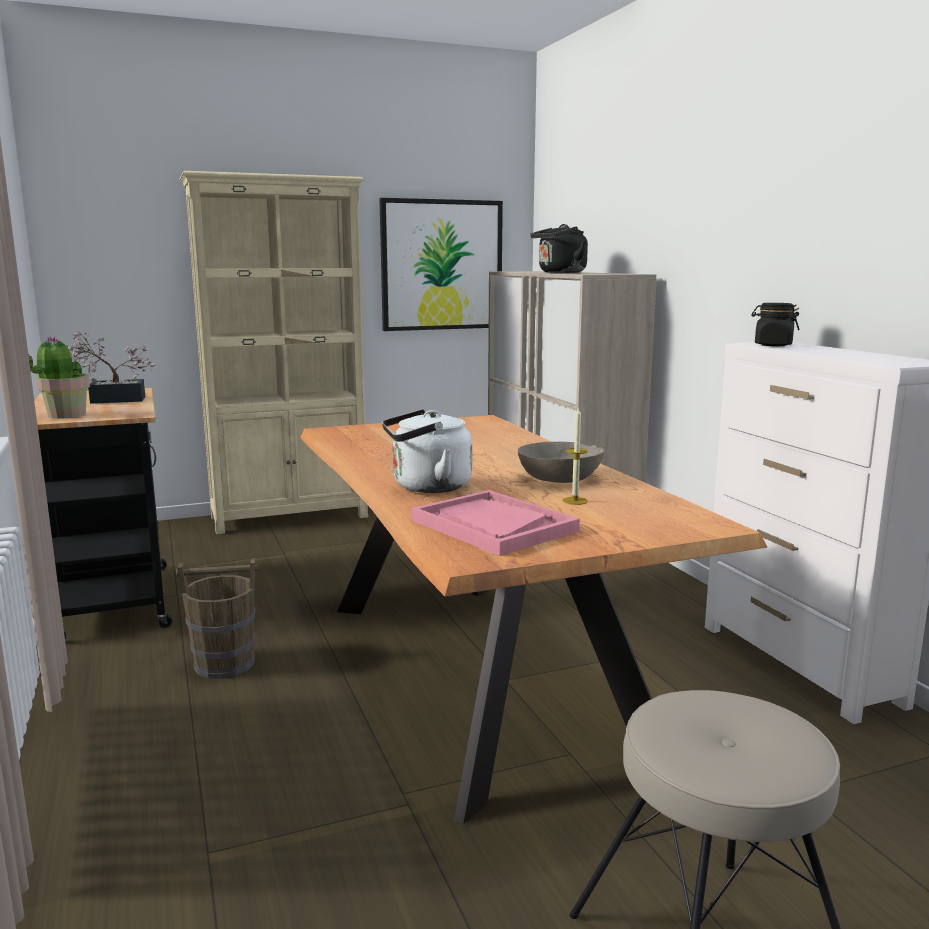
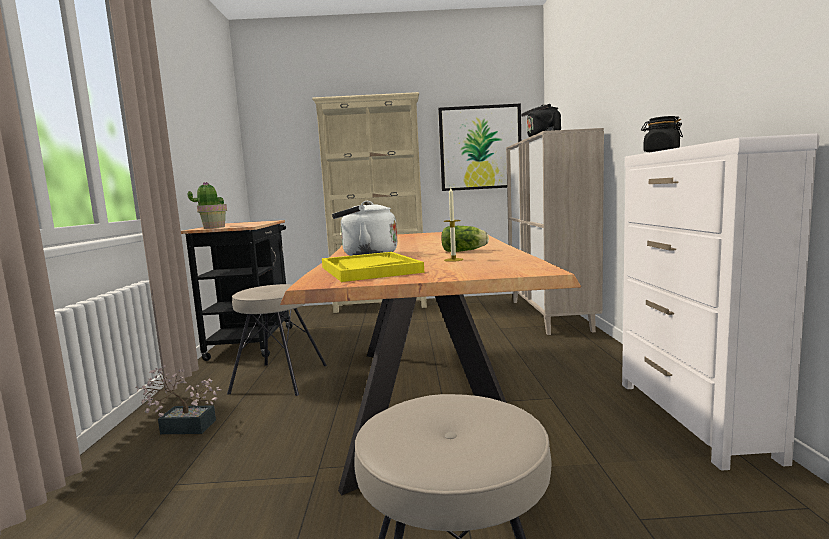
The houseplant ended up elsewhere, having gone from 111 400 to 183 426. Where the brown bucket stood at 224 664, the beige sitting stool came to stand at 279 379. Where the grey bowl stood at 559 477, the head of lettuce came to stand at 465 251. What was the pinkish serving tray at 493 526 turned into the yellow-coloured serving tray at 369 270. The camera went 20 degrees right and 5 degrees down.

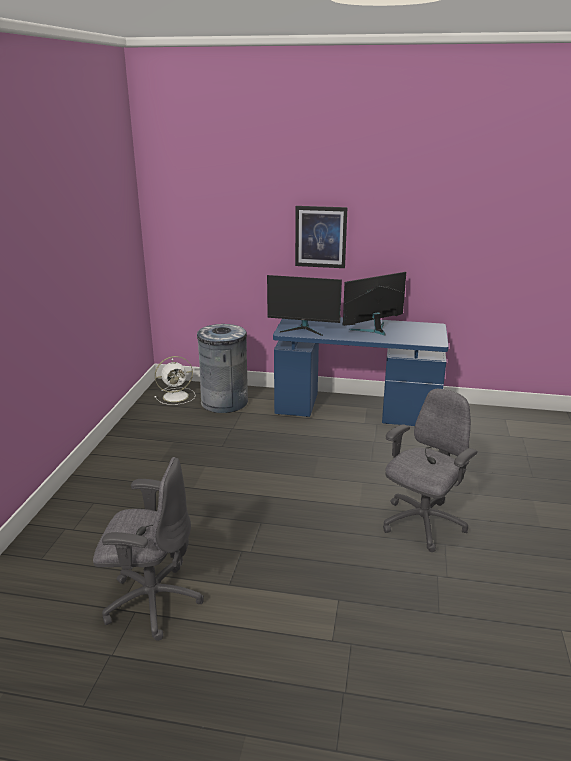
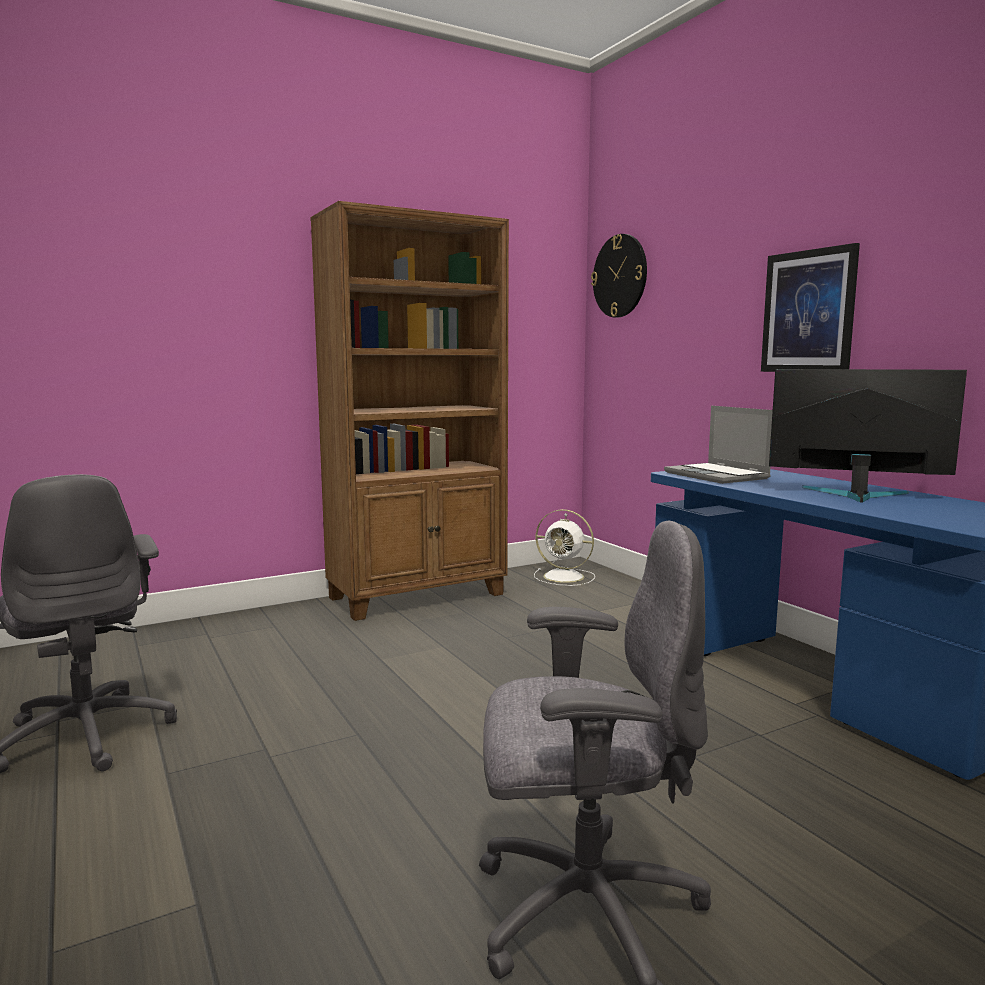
The second view lost the grey trash can at 224 402. The second view gained the brown bookshelf at 418 596. The second view gained the wall clock at 620 276. Where the monitor stood at 303 329, the laptop came to stand at 718 475. The camera went 50 degrees right and 15 degrees down.

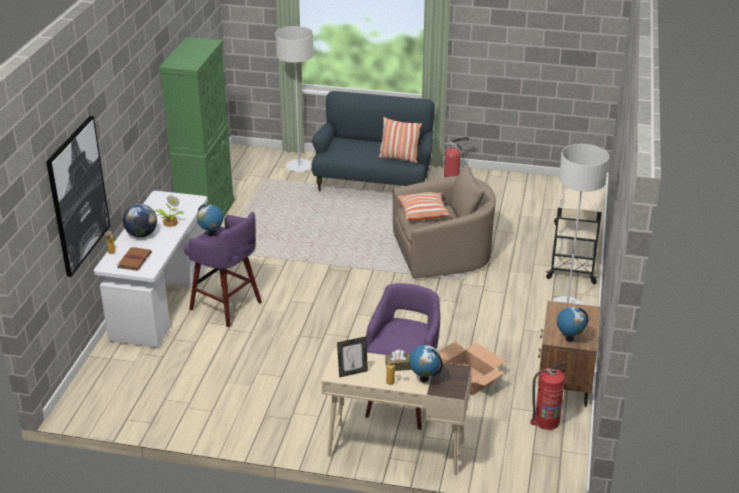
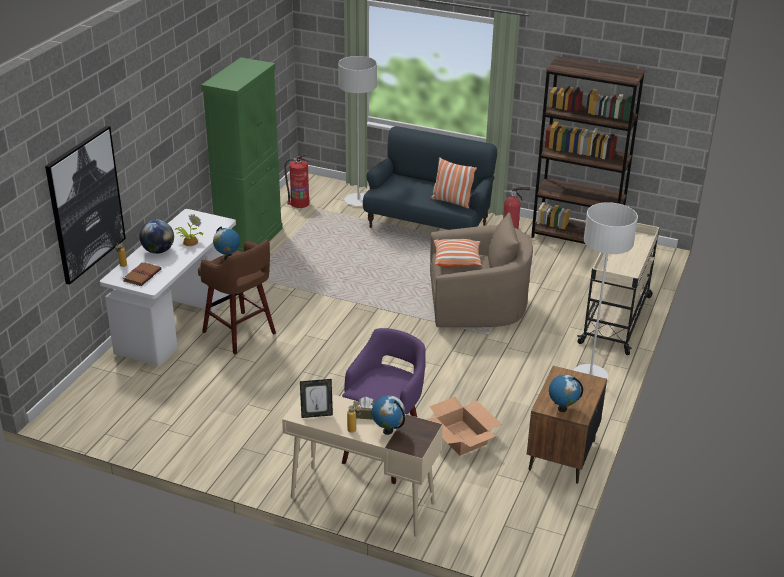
The second view gained the brown bookshelf at 576 237. The extinguisher ended up elsewhere, having gone from 546 421 to 299 203. What was the purplish sitting stool at 227 307 turned into the brown sitting stool at 240 334. The camera went 10 degrees right and 0 degrees up.

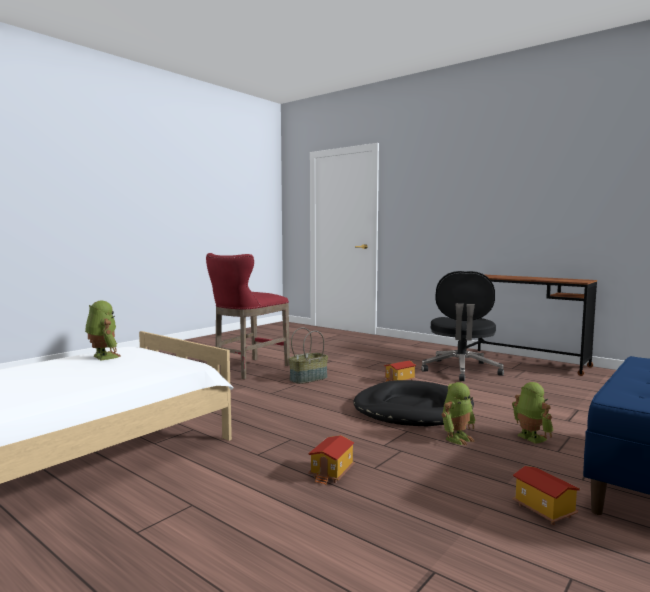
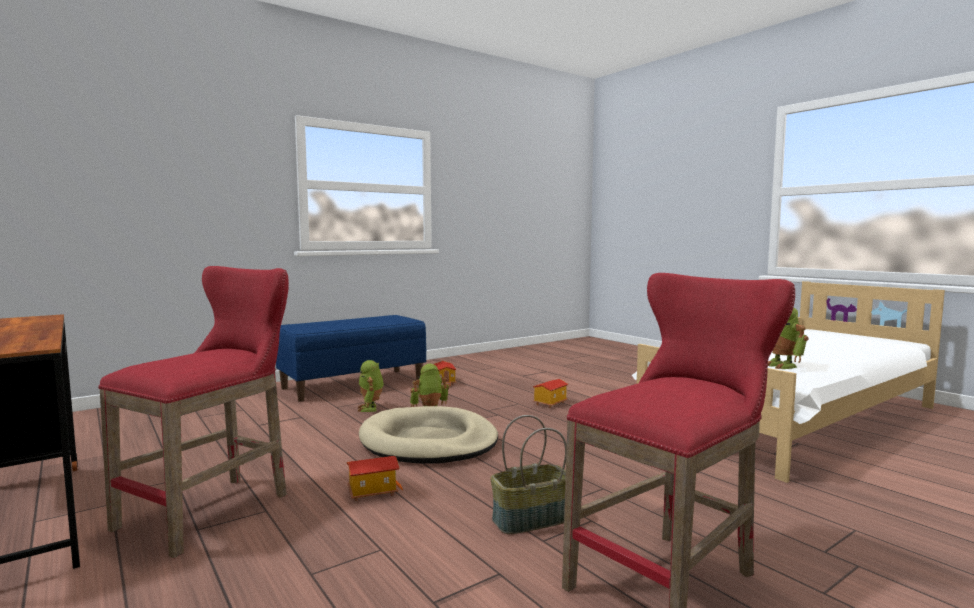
Where the black-coloured computer chair stood at 461 370, the reddish sitting stool came to stand at 215 509. What was the black-coloured dog cushion at 412 409 turned into the beige dog cushion at 428 442. The camera went 165 degrees left and 0 degrees up.

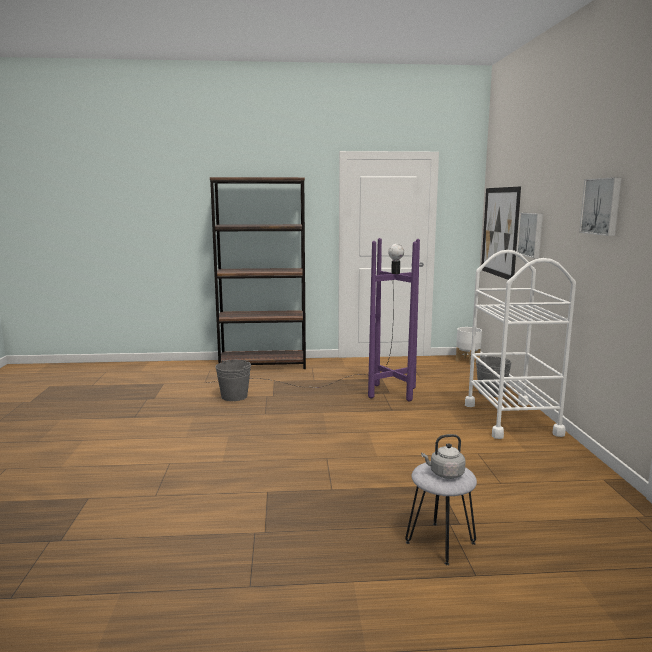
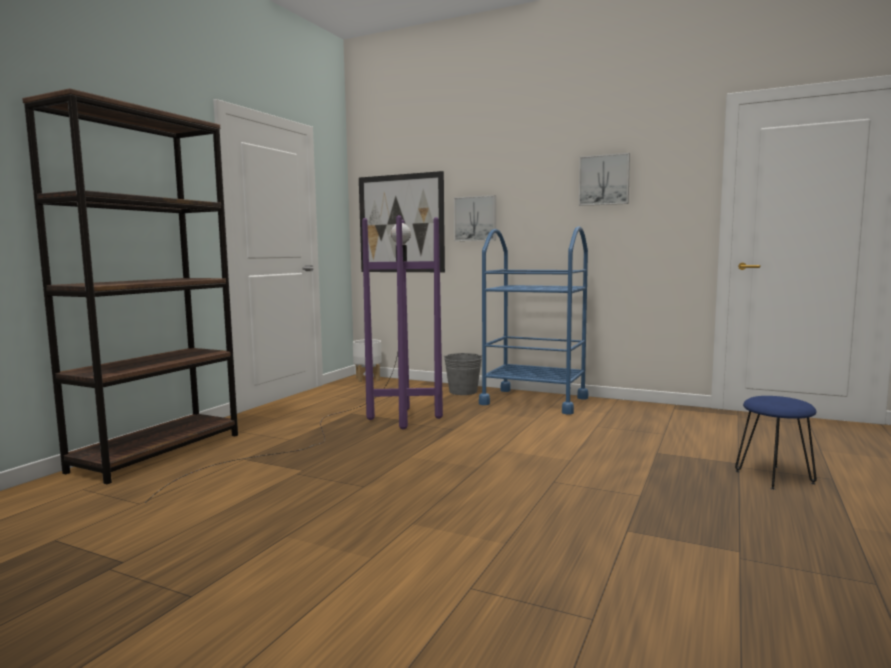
The second view lost the grey bucket at 234 396. The second view lost the grey tea kettle at 445 474. What was the grey sitting stool at 440 543 turned into the blue-coloured sitting stool at 774 477. What was the whitish wheeled cart at 511 419 turned into the blue-coloured wheeled cart at 534 401. The camera went 60 degrees left and 5 degrees down.

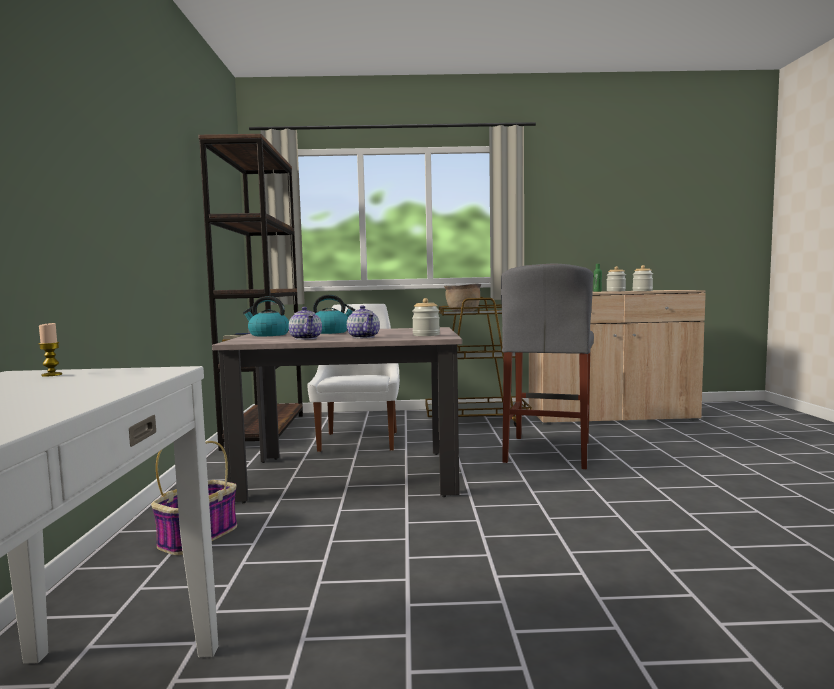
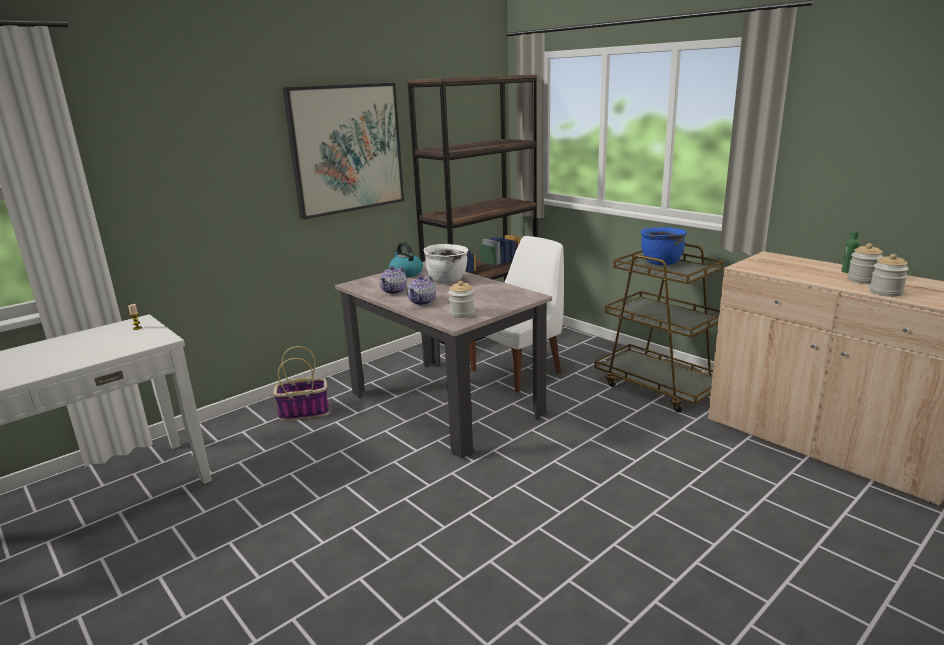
The second view lost the grey sitting stool at 548 451. The second view gained the wall art at 346 149. Where the tea kettle stood at 331 332, the whitish saucepot came to stand at 447 280. What was the brown saucepot at 463 311 turned into the blue-coloured saucepot at 660 262. The camera went 50 degrees right and 15 degrees up.

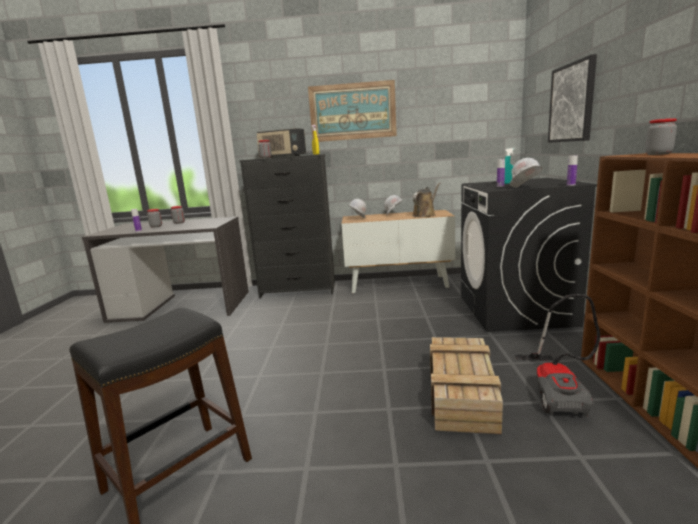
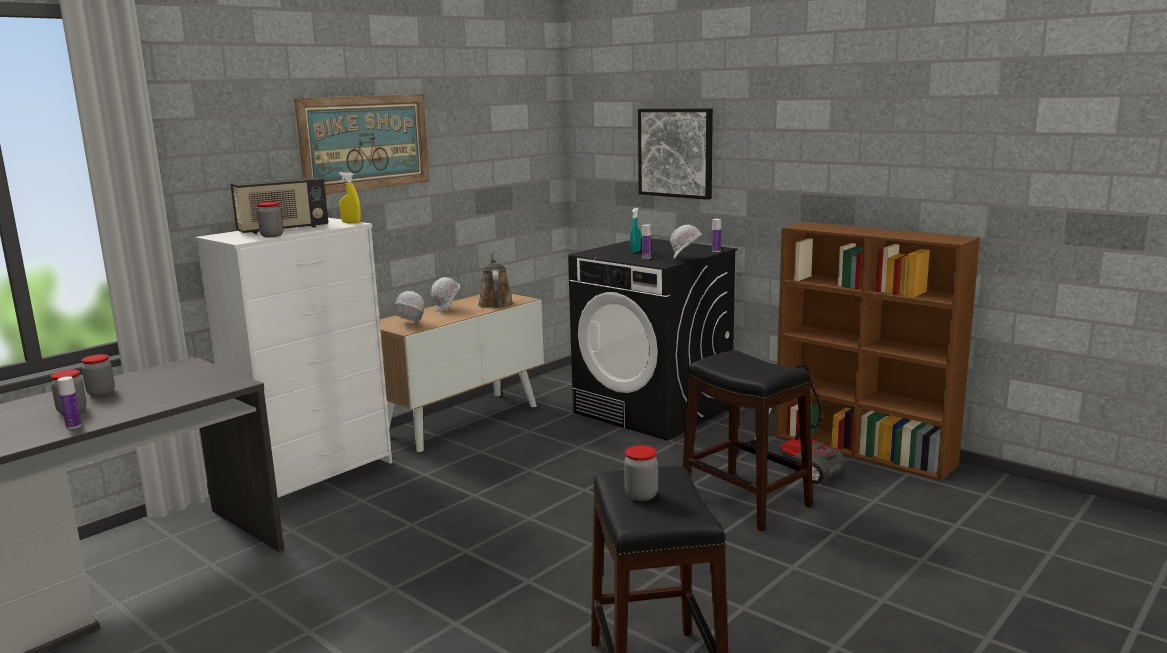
The storage jar ended up elsewhere, having gone from 658 154 to 641 495. Where the crate stood at 462 394, the black-coloured sitting stool came to stand at 745 500. What was the black-coloured drawer chest at 299 289 turned into the whitish drawer chest at 315 475. The camera went 50 degrees left and 0 degrees up.

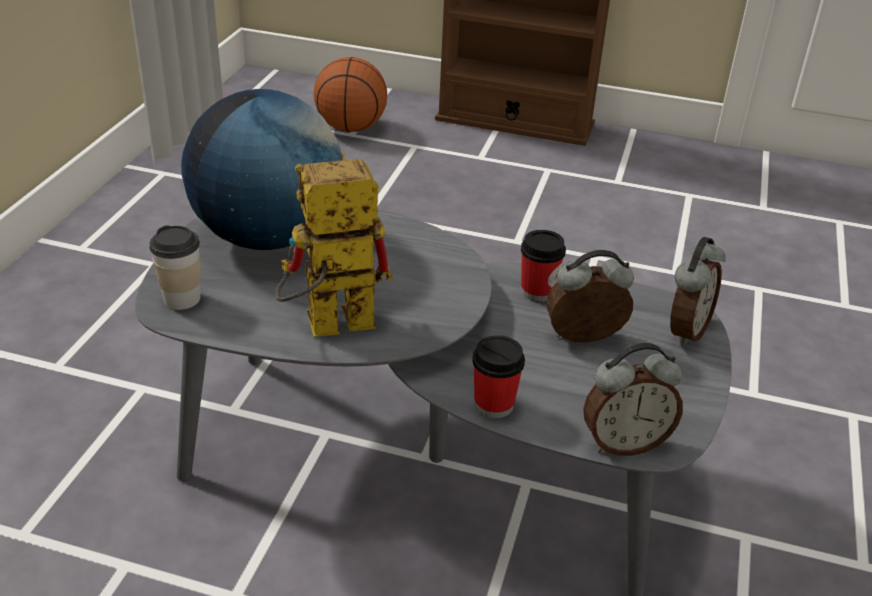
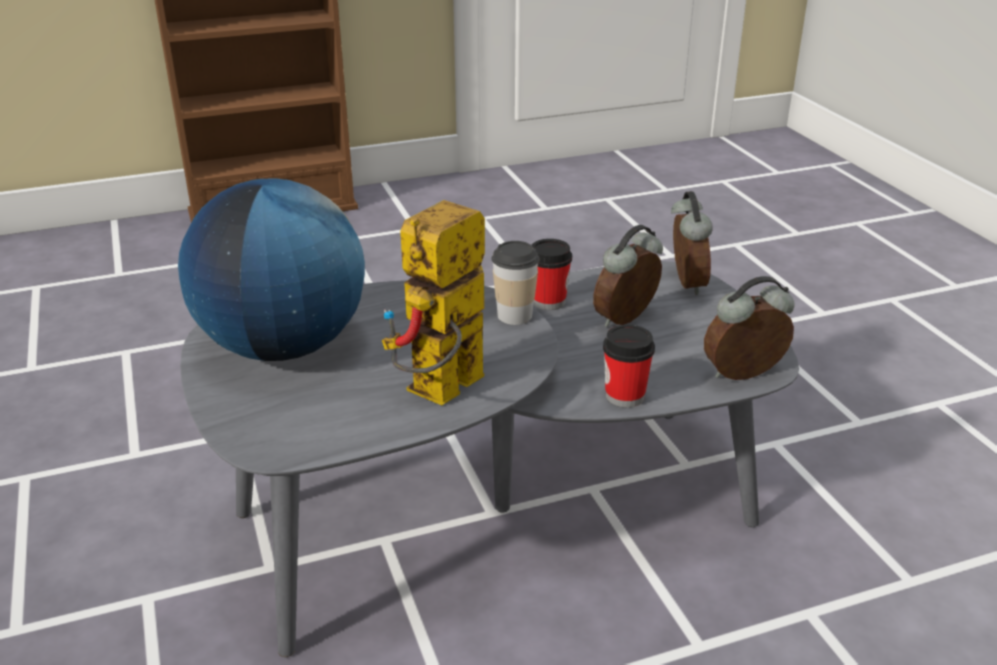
The second view lost the basketball at 351 128. The cup ended up elsewhere, having gone from 182 299 to 514 315. The alarm clock at 624 443 ended up facing another way, 150 degrees counterclockwise from before. The camera went 35 degrees left and 5 degrees down.

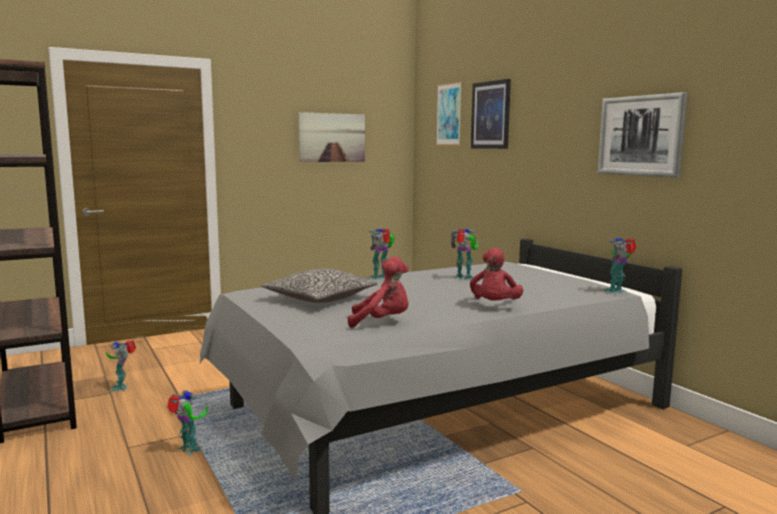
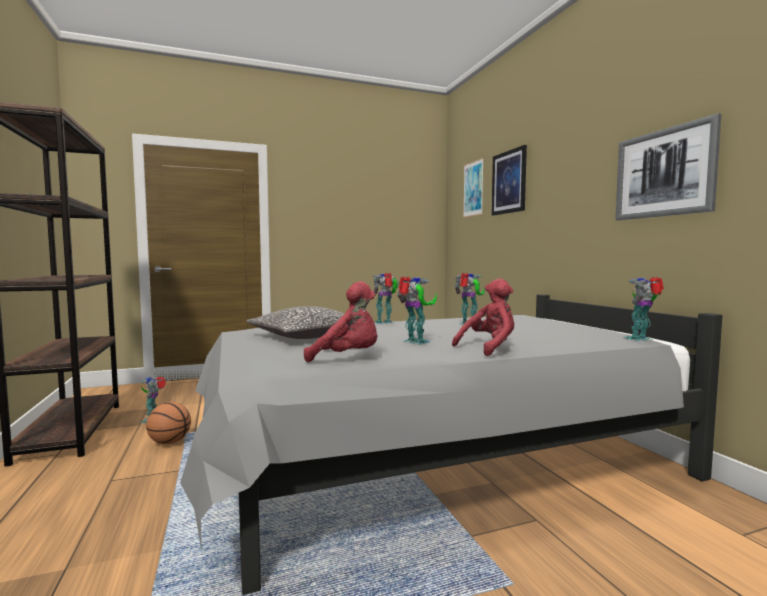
The second view lost the wall art at 332 137. The second view gained the basketball at 169 442. The robot figure ended up elsewhere, having gone from 189 450 to 415 342. The reddish soft toy at 494 306 ended up facing another way, 150 degrees counterclockwise from before. The camera went 10 degrees right and 5 degrees down.

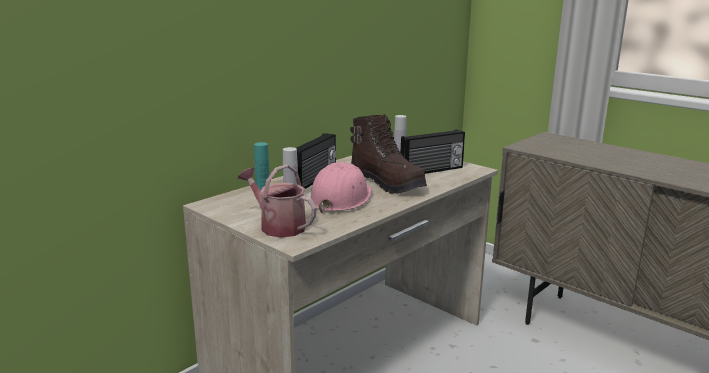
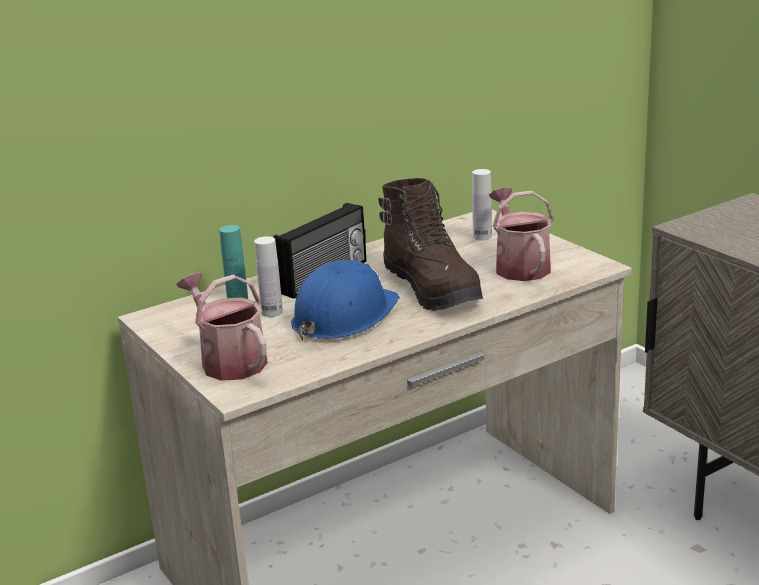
Where the radio receiver stood at 432 170, the sprinkling can came to stand at 519 266. What was the pinkish hard hat at 340 199 turned into the blue-coloured hard hat at 344 316. The camera went 15 degrees right and 5 degrees up.

